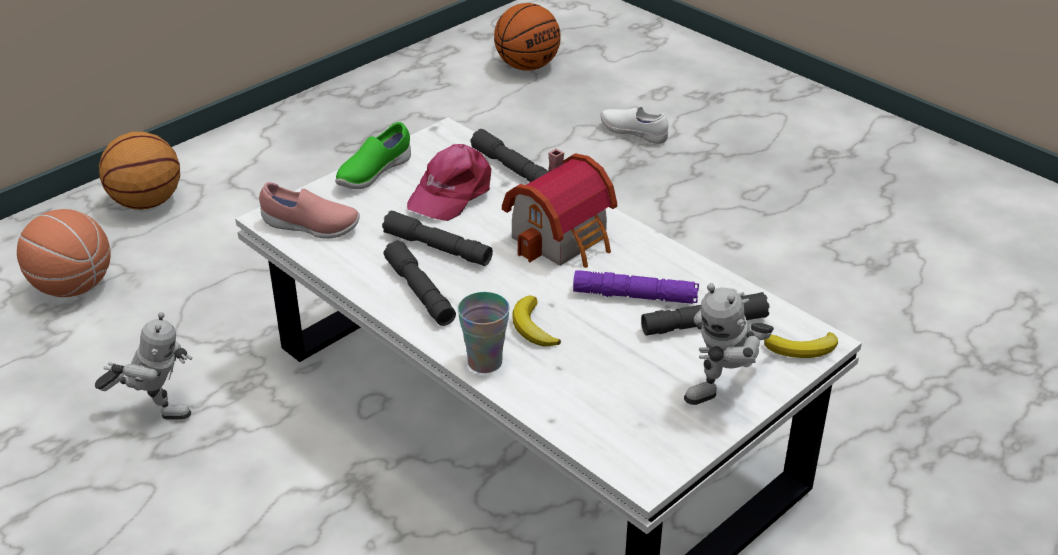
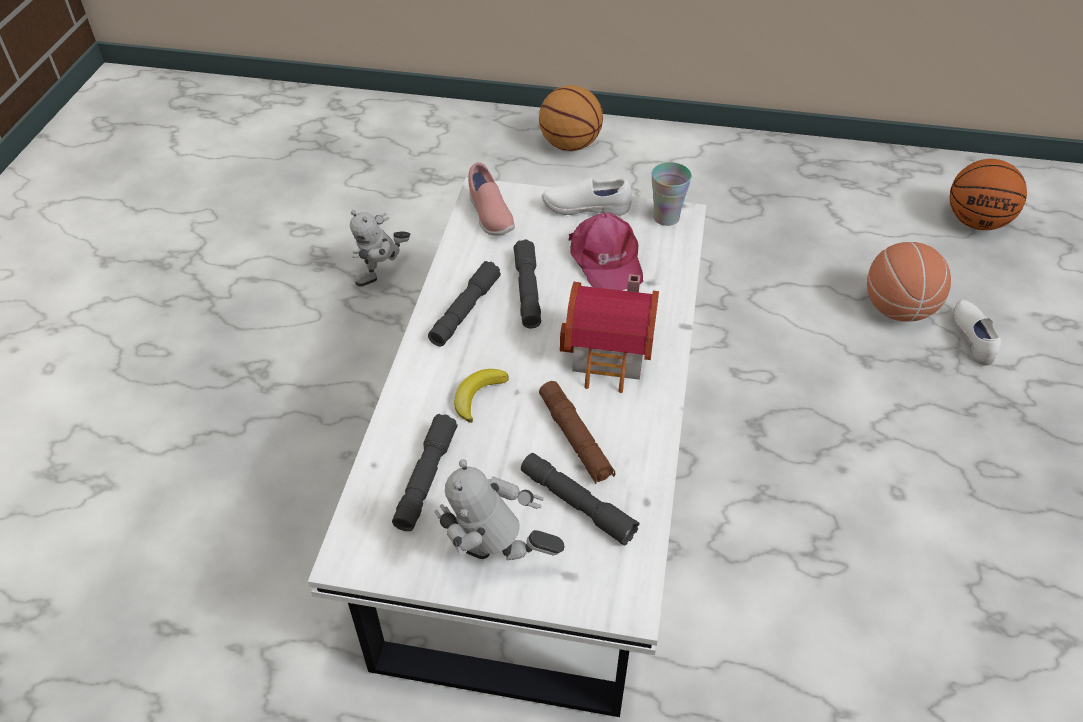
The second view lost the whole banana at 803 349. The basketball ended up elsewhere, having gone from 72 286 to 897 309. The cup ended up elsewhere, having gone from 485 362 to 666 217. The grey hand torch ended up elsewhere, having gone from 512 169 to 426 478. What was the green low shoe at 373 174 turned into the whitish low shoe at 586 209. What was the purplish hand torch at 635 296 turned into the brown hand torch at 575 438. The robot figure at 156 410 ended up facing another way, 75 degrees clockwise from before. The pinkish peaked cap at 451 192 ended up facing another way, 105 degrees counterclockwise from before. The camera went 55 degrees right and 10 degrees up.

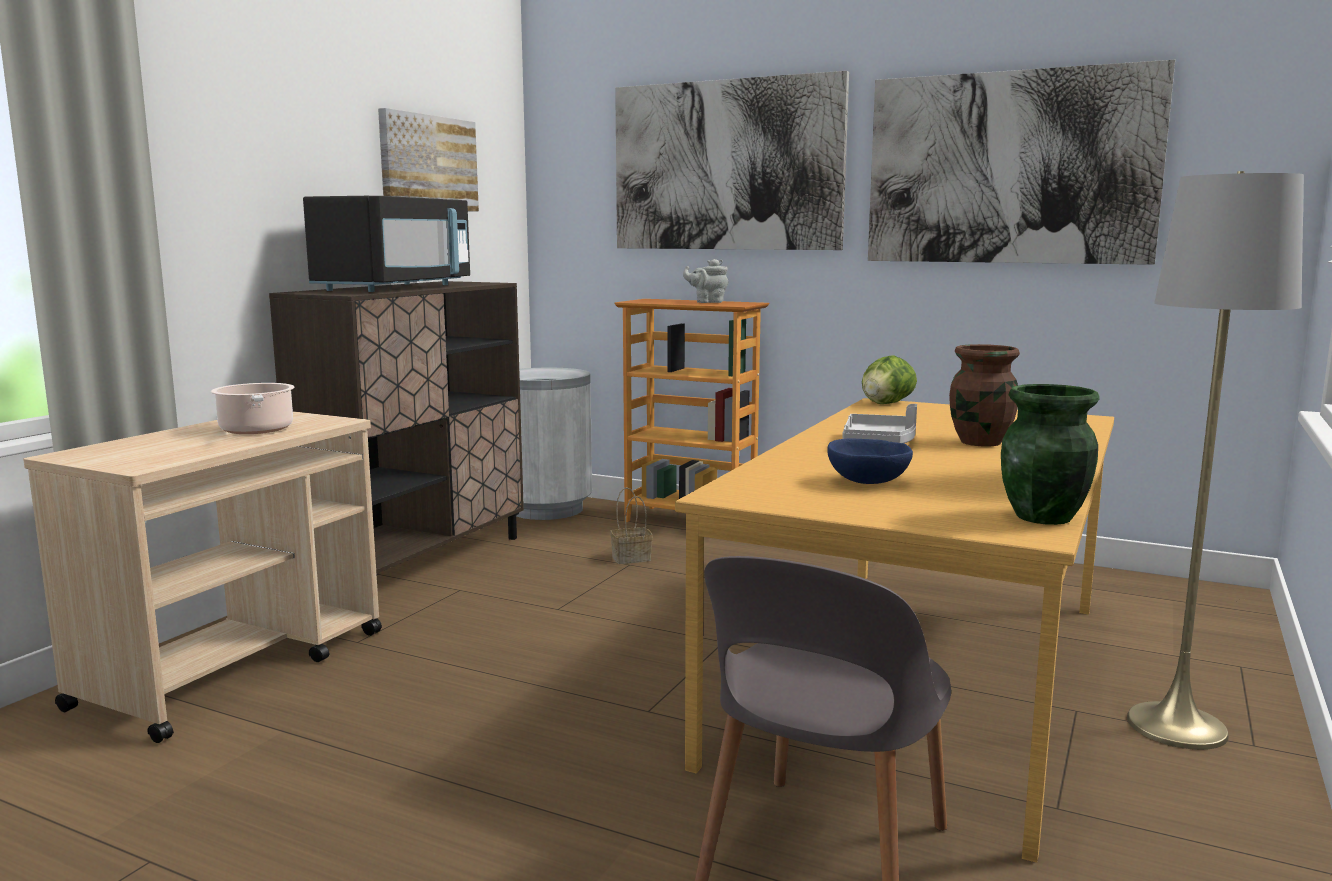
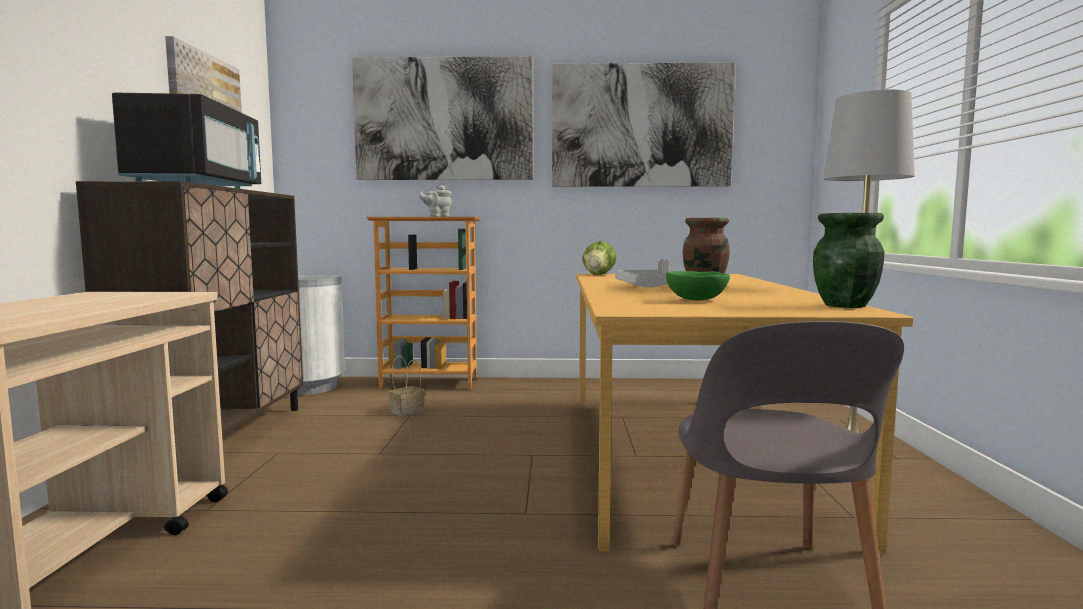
The second view lost the saucepot at 257 430. What was the blue-coloured bowl at 867 482 turned into the green bowl at 696 300. The camera went 25 degrees left and 5 degrees down.

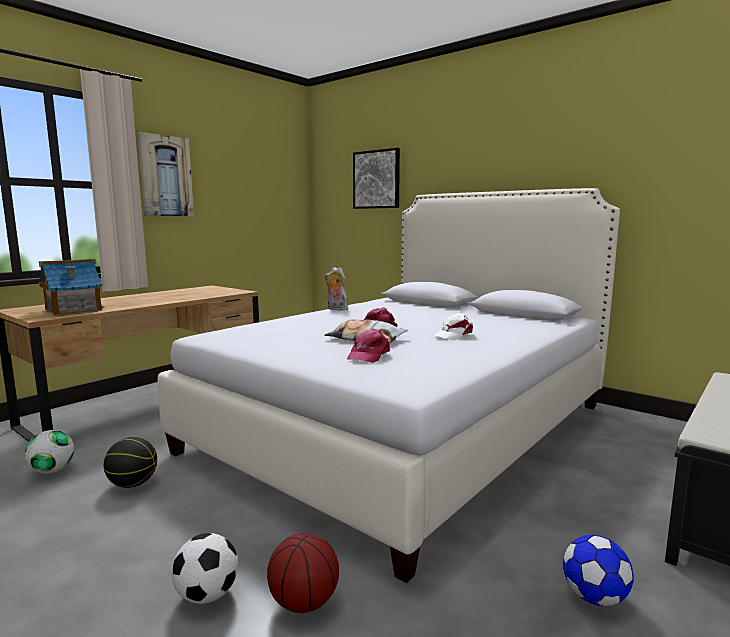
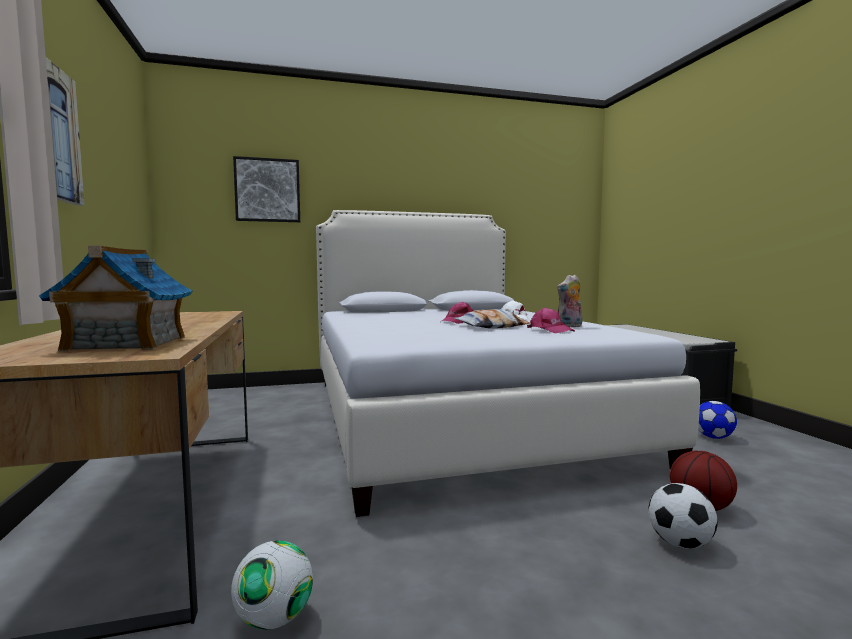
The second view lost the basketball at 133 484. The soft toy ended up elsewhere, having gone from 336 309 to 570 326. The camera went 55 degrees left and 5 degrees down.

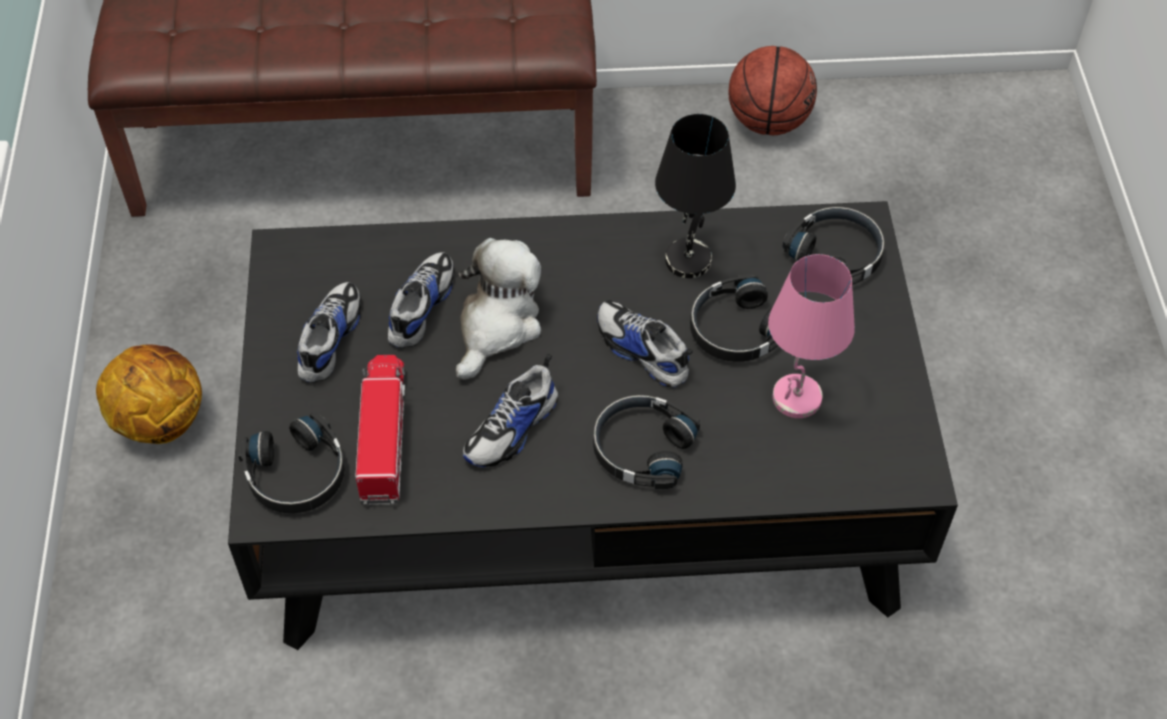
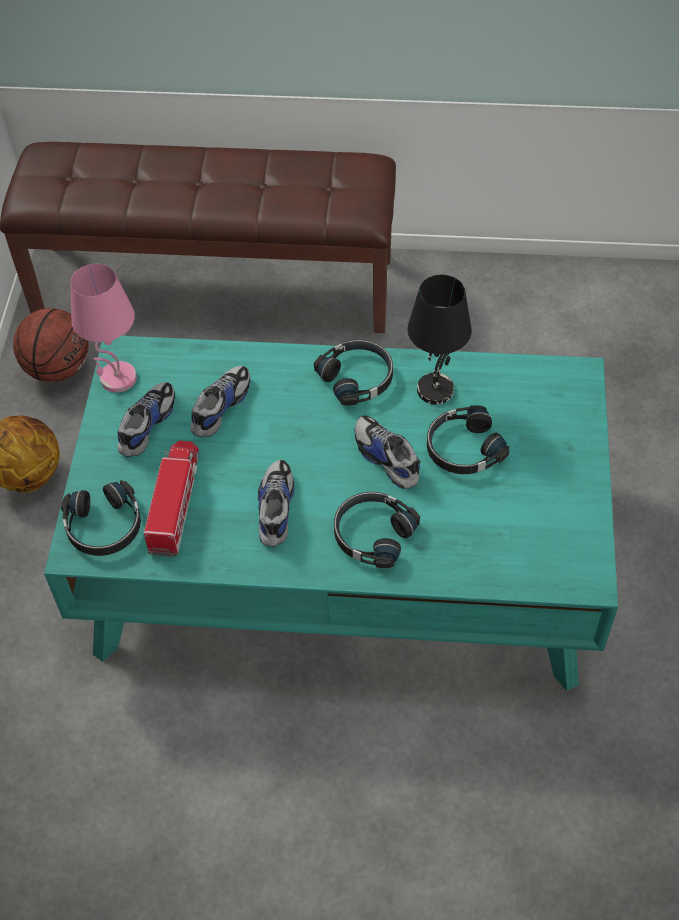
The second view lost the soft toy at 497 326. The basketball ended up elsewhere, having gone from 768 121 to 58 368. The pinkish table lamp ended up elsewhere, having gone from 797 399 to 118 379. The black-coloured headphones ended up elsewhere, having gone from 836 255 to 357 378. What was the black-coloured lounge table at 580 476 turned into the blue-green lounge table at 340 551. The low shoe at 513 429 ended up facing another way, 135 degrees clockwise from before. The camera went 10 degrees right and 0 degrees up.

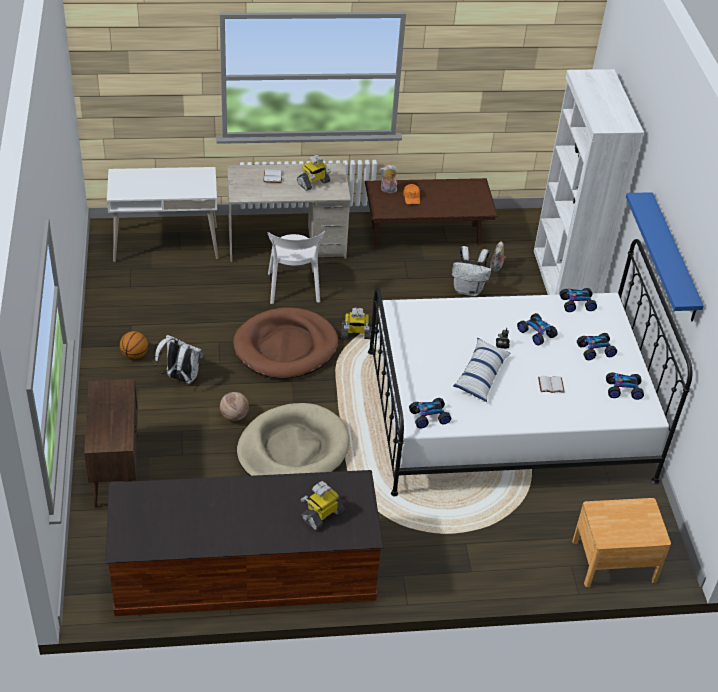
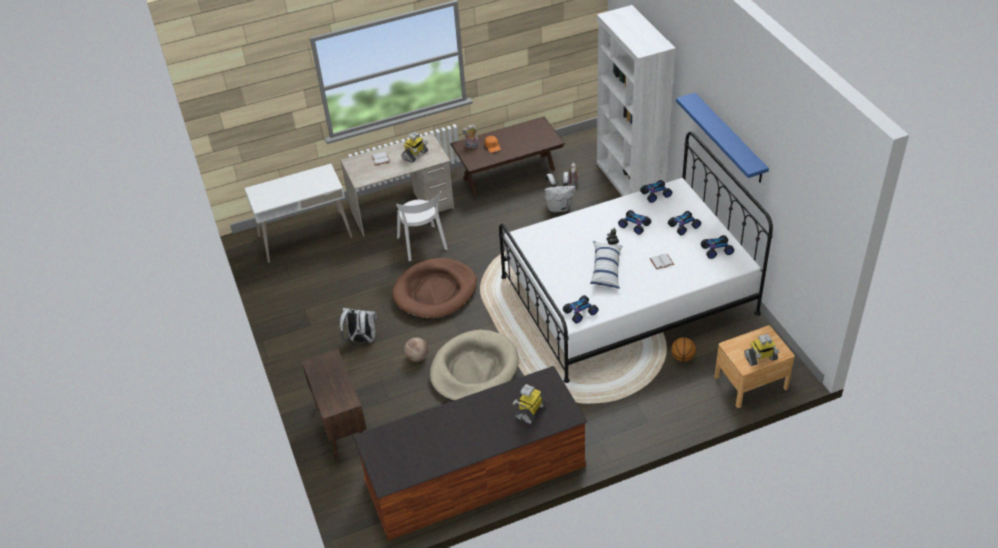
The basketball ended up elsewhere, having gone from 135 355 to 683 357. The robot figure ended up elsewhere, having gone from 355 334 to 760 358. The camera went 10 degrees left and 0 degrees up.

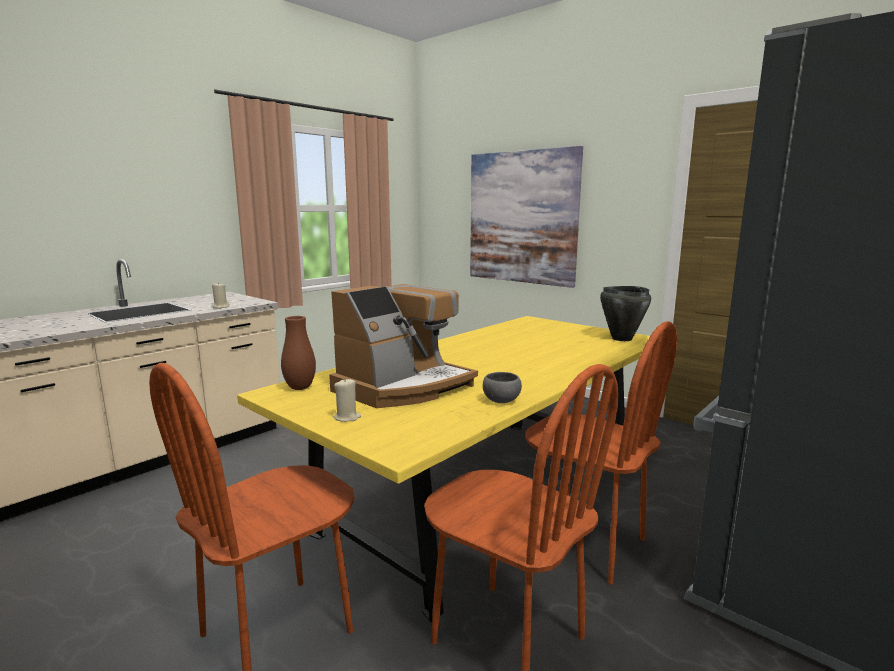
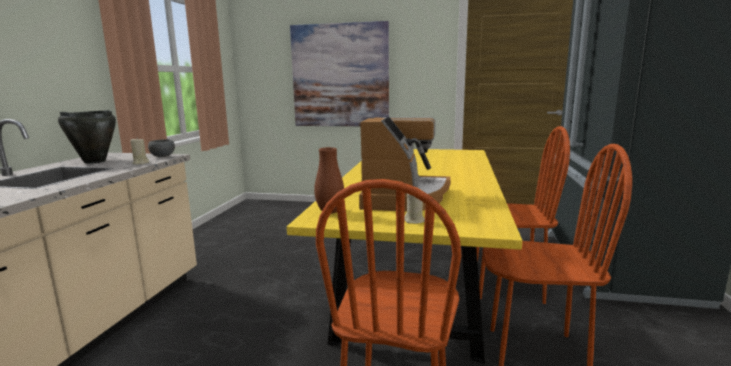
The grey bowl ended up elsewhere, having gone from 501 400 to 163 156. The black-coloured saucepot ended up elsewhere, having gone from 621 339 to 94 161. The camera went 30 degrees left and 0 degrees up.

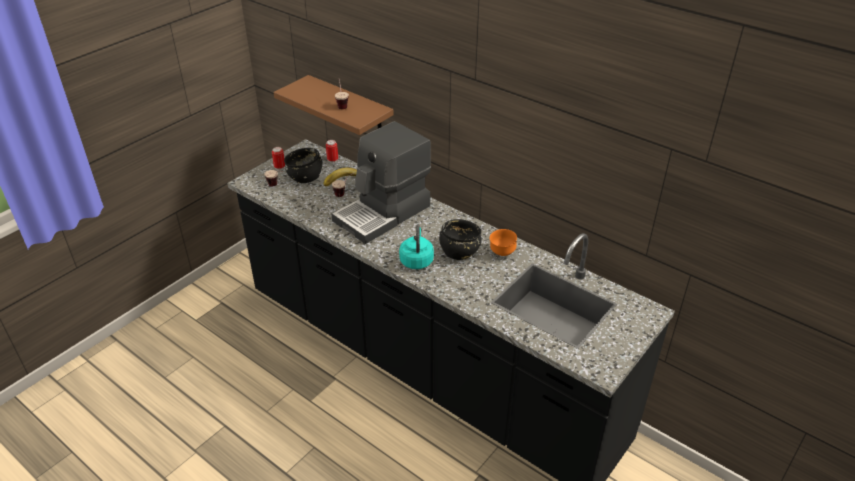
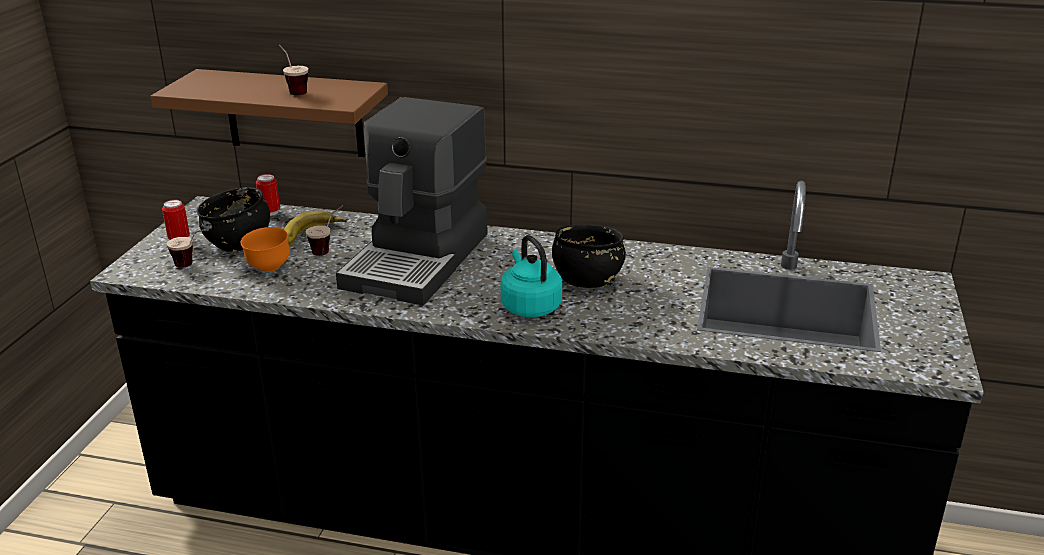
The orange bowl ended up elsewhere, having gone from 502 253 to 268 269. The camera went 25 degrees left and 10 degrees down.

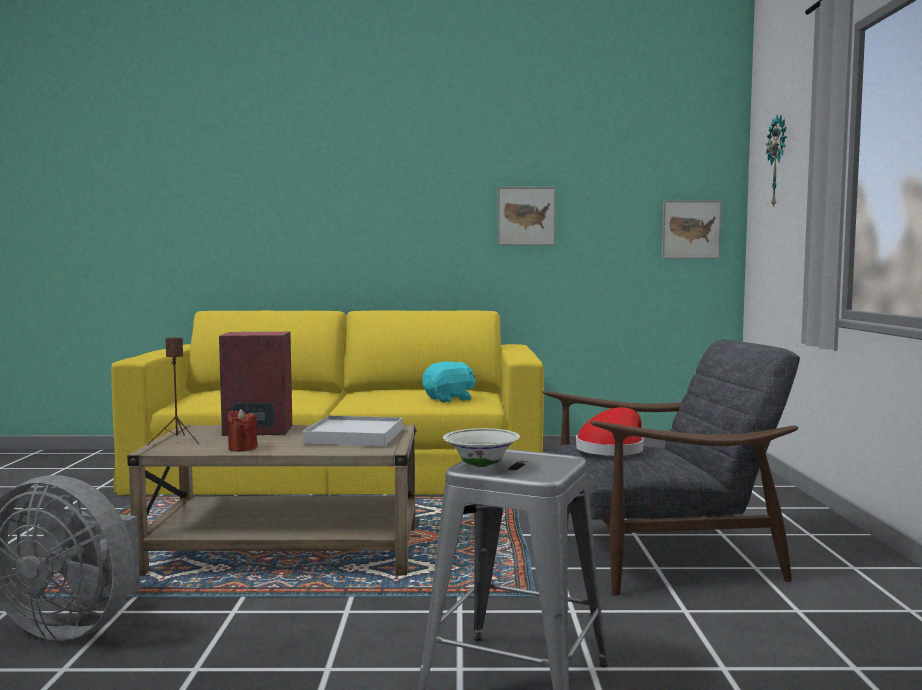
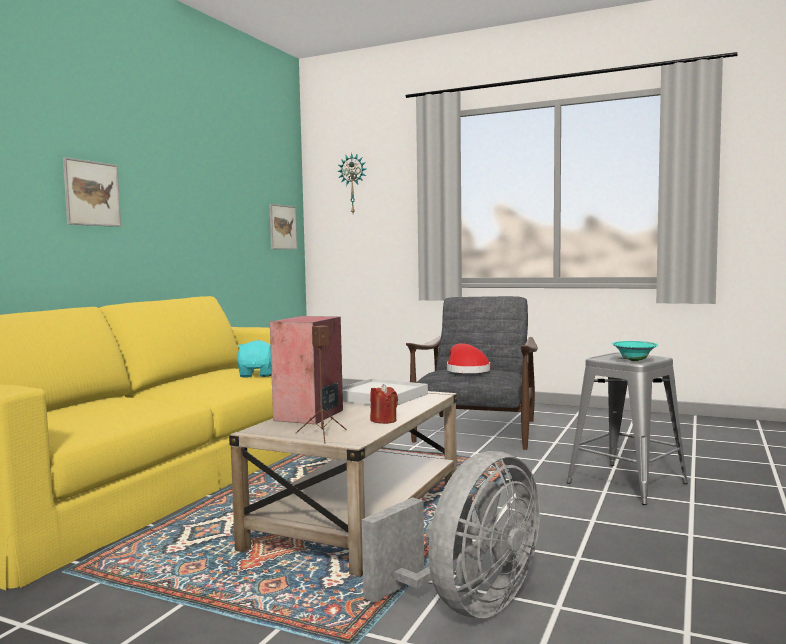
The wall art ended up elsewhere, having gone from 526 216 to 92 193. What was the whitish bowl at 481 465 turned into the blue-green bowl at 634 360. The camera went 65 degrees left and 0 degrees up.

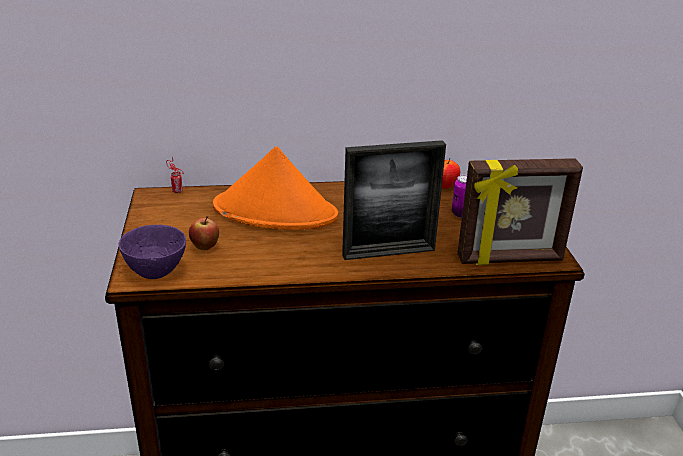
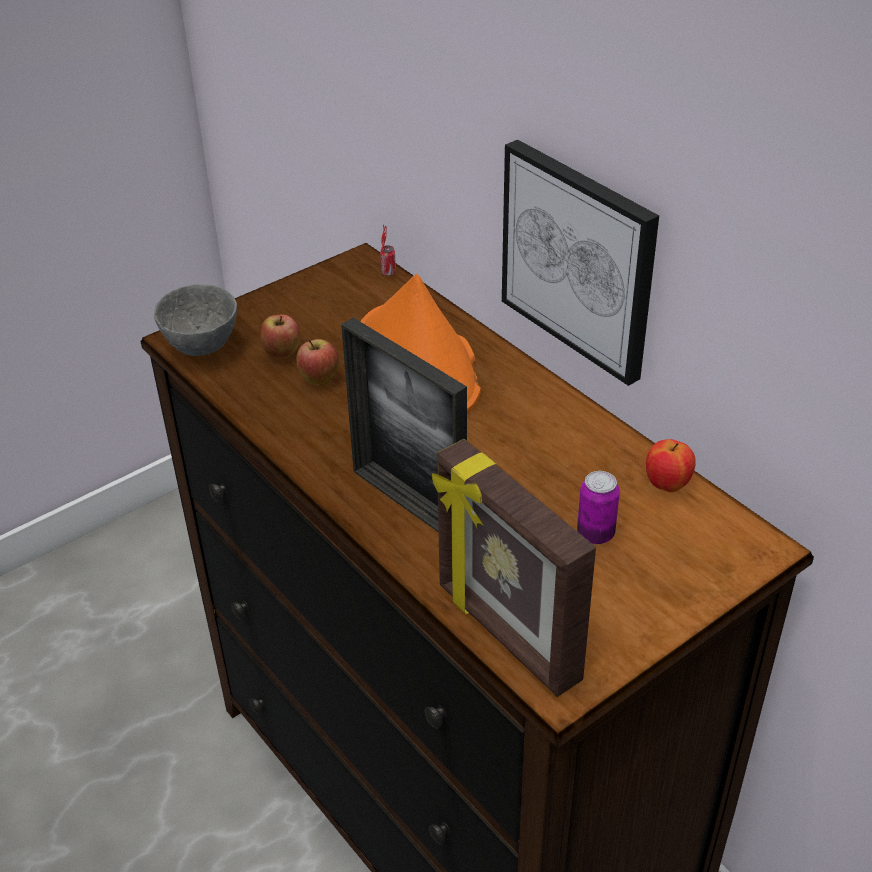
The second view gained the apple fruit at 319 380. The second view gained the wall art at 579 259. What was the purplish bowl at 156 272 turned into the grey bowl at 203 347. The camera went 60 degrees right and 10 degrees up.

